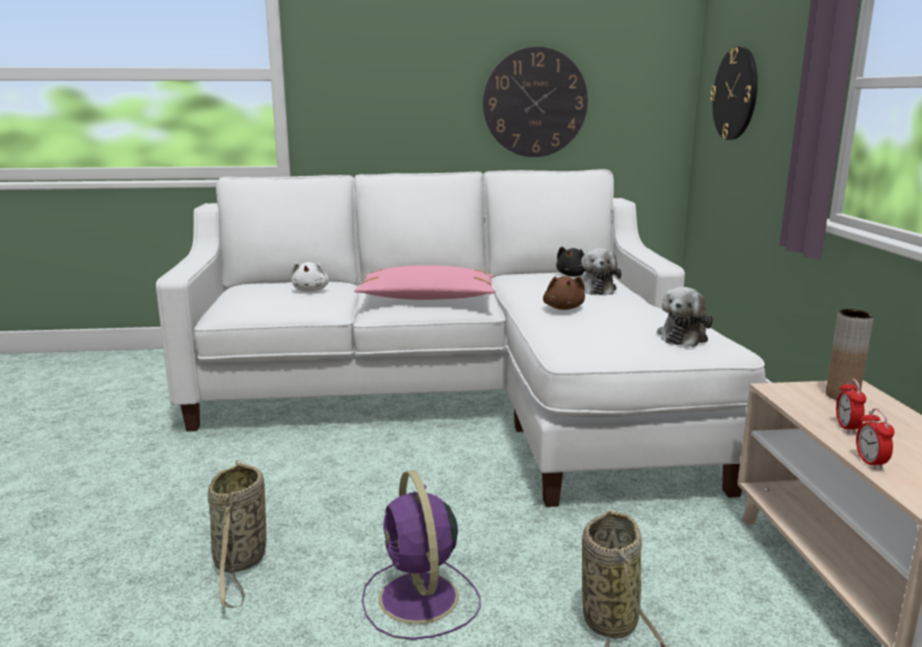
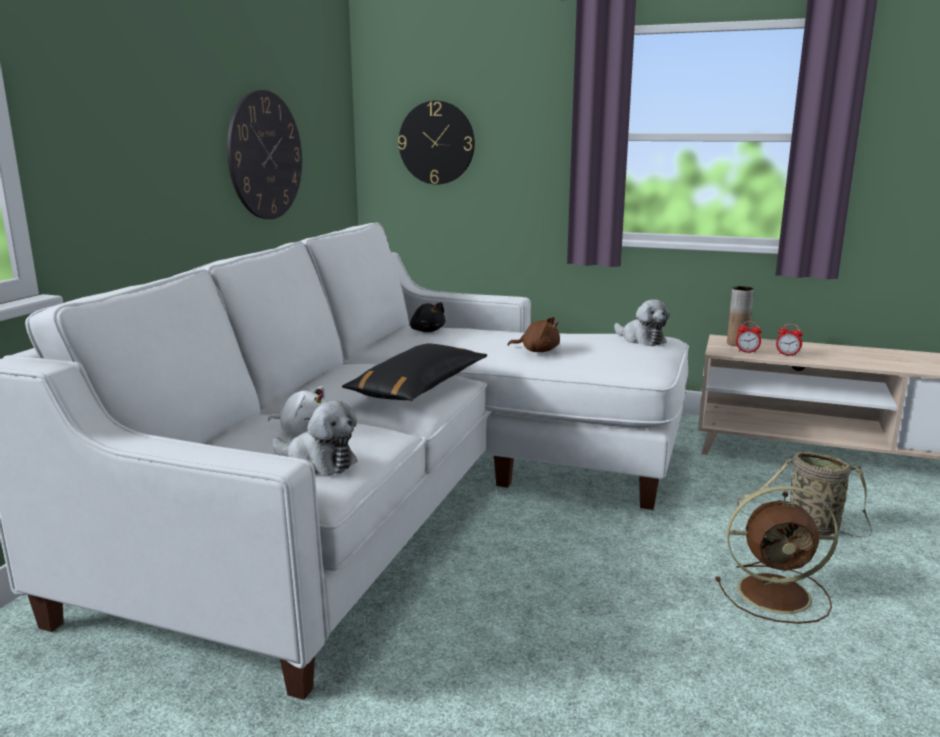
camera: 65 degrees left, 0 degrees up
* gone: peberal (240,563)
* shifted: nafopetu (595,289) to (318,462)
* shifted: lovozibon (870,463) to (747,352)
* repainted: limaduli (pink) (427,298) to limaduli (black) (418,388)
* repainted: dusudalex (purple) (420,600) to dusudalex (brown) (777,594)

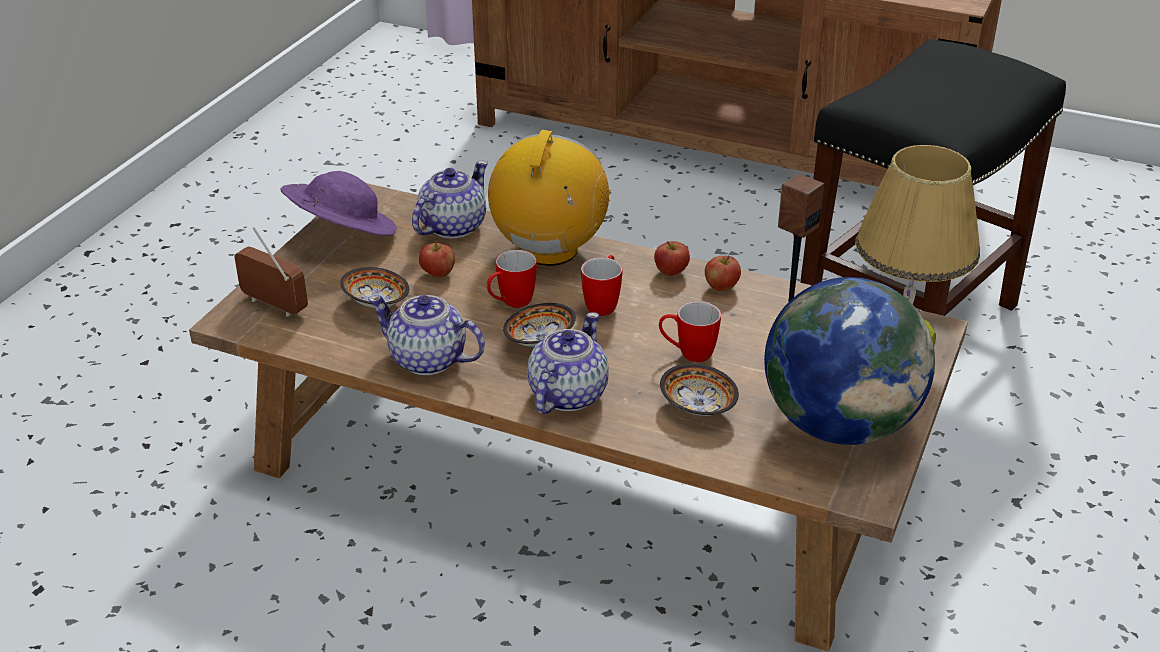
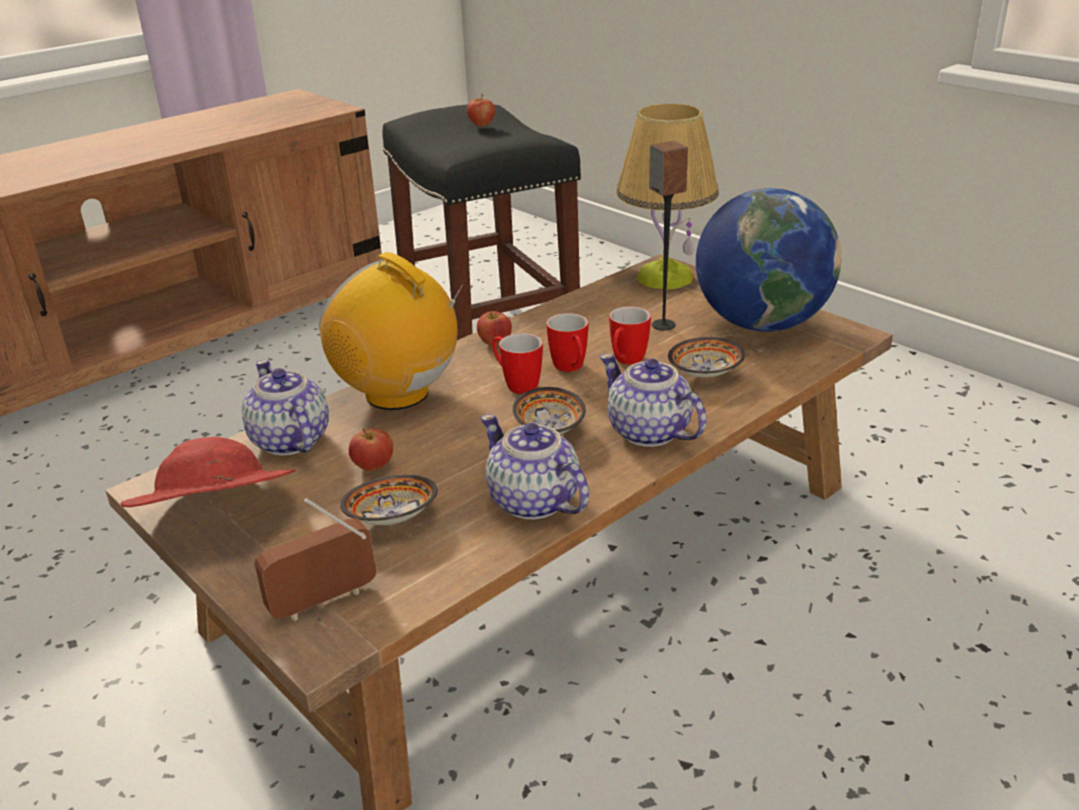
camera: 65 degrees left, 5 degrees down
* shifted: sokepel (510,303) to (571,369)
* shifted: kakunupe (721,287) to (481,125)
* repainted: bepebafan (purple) (341,234) to bepebafan (red) (216,520)
* rotated: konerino (428,360) = (533,502) 90 degrees clockwise

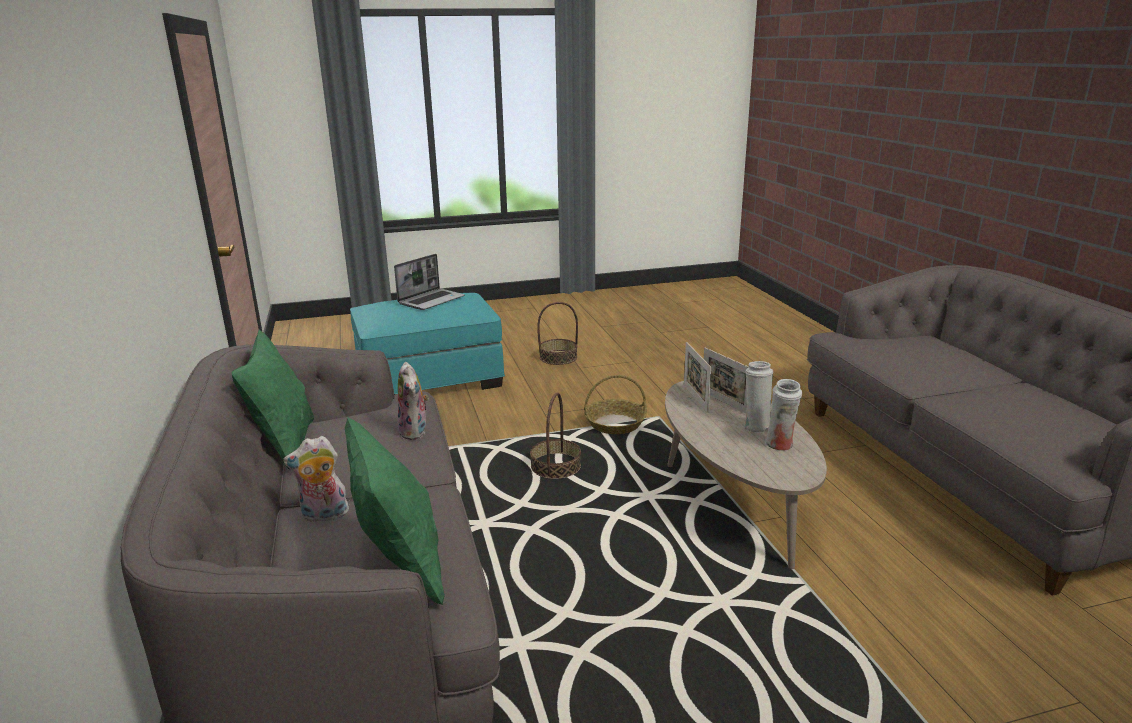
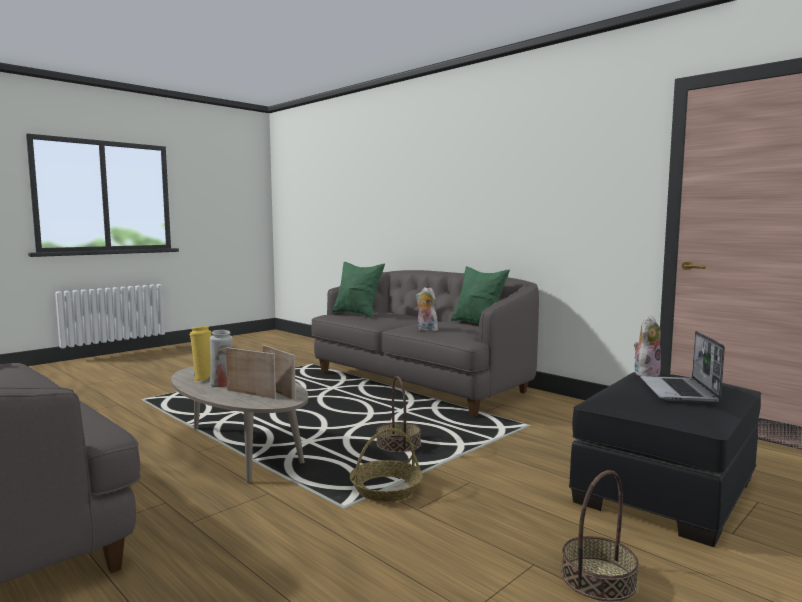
camera: 150 degrees right, 15 degrees down
* shifted: nafopetu (324,516) to (645,373)
* repainted: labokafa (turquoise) (431,378) to labokafa (black) (665,490)
* repainted: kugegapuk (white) (780,446) to kugegapuk (yellow) (203,379)

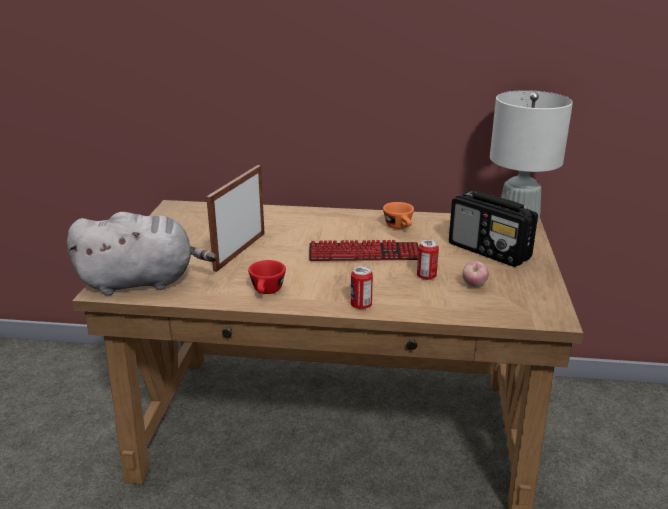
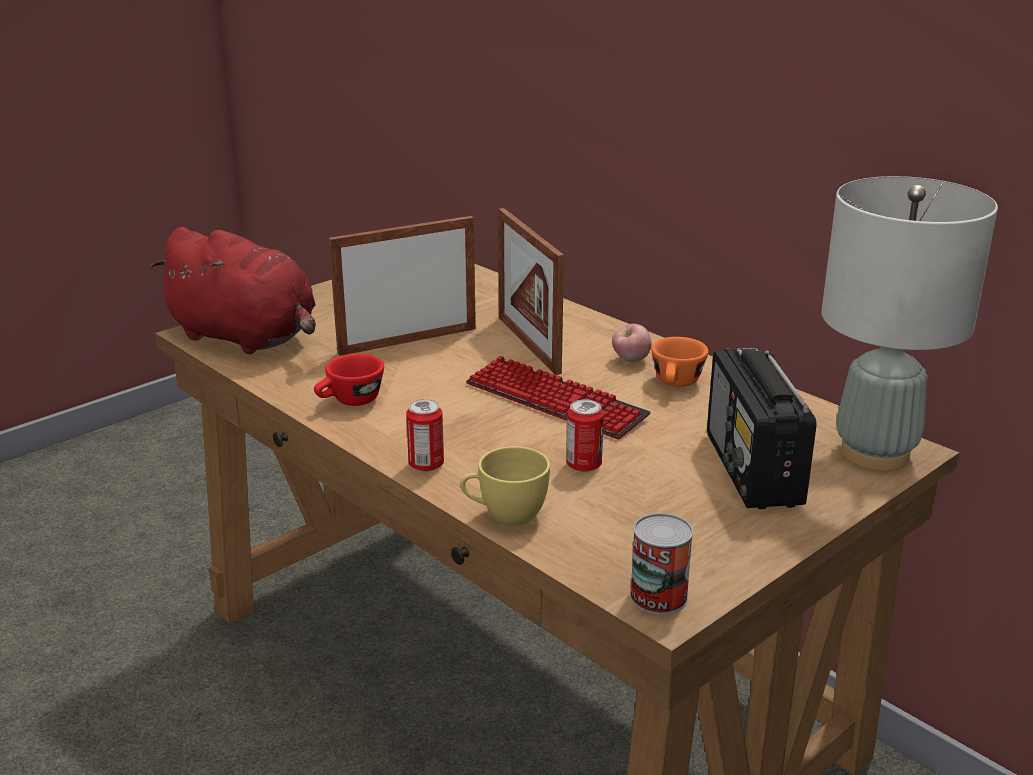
camera: 40 degrees right, 0 degrees up
* new: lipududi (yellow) (505,515)
* new: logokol (528,344)
* new: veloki (658,596)
* shifted: kakunupe (474,285) to (631,360)
* repainted: nafopetu (grey) (142,282) to nafopetu (red) (247,338)

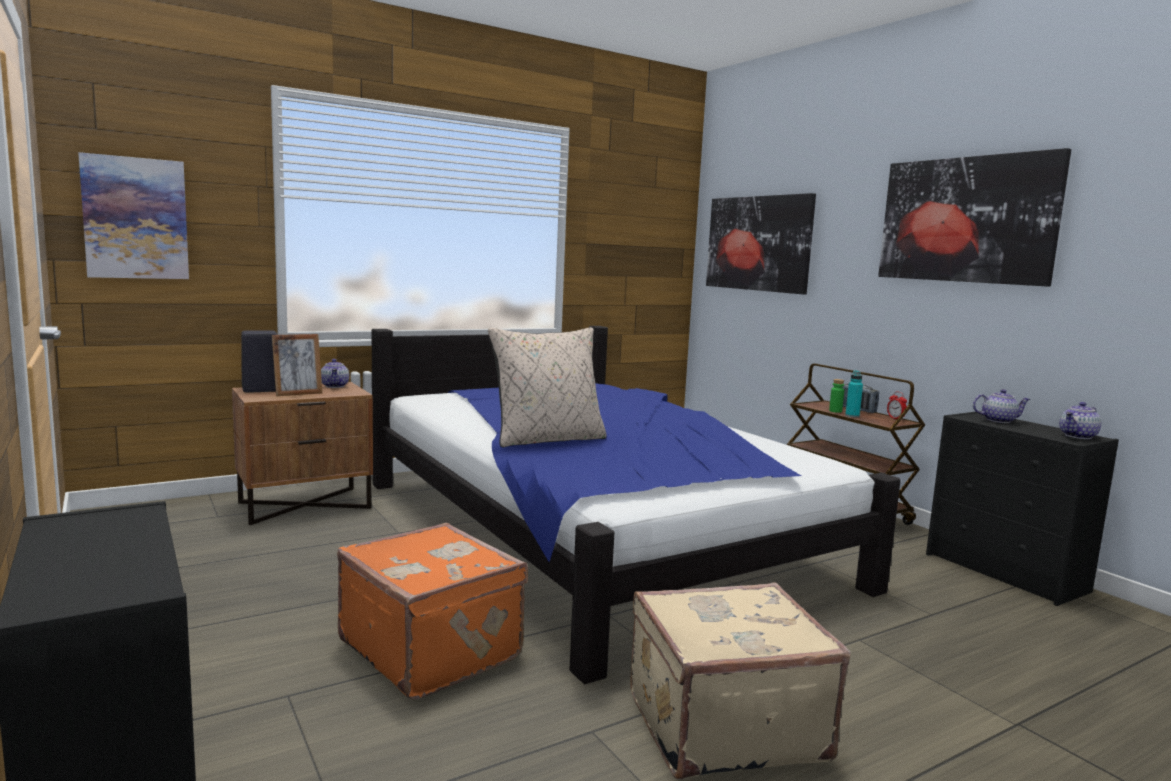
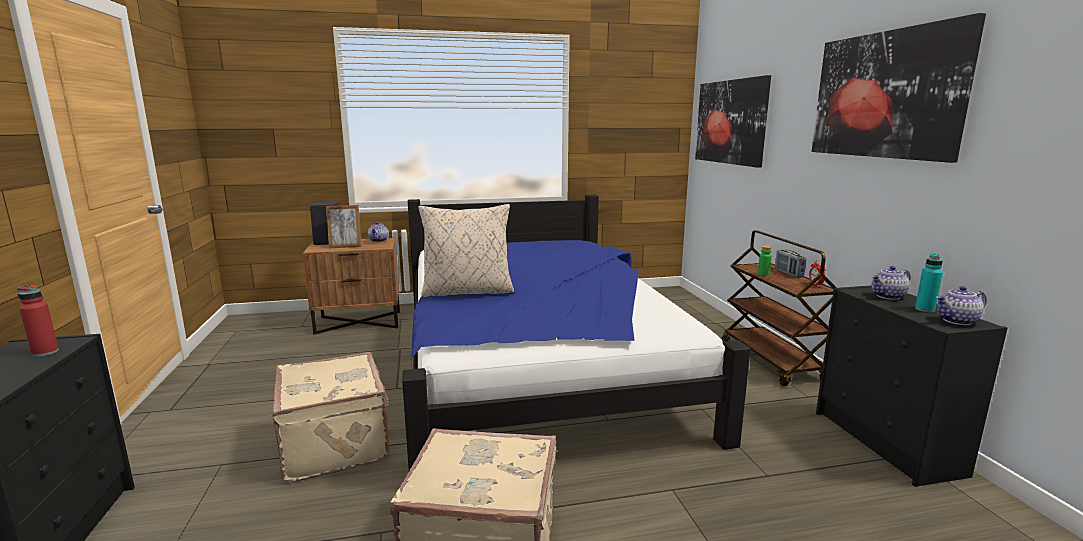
camera: 20 degrees right, 5 degrees up
* gone: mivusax (135,218)
* new: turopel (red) (45,352)
* shifted: turopel (turquoise) (852,416) to (925,309)
* repainted: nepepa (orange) (432,648) to nepepa (beige) (337,443)
* rotated: konerino (998,420) = (888,296) 135 degrees clockwise

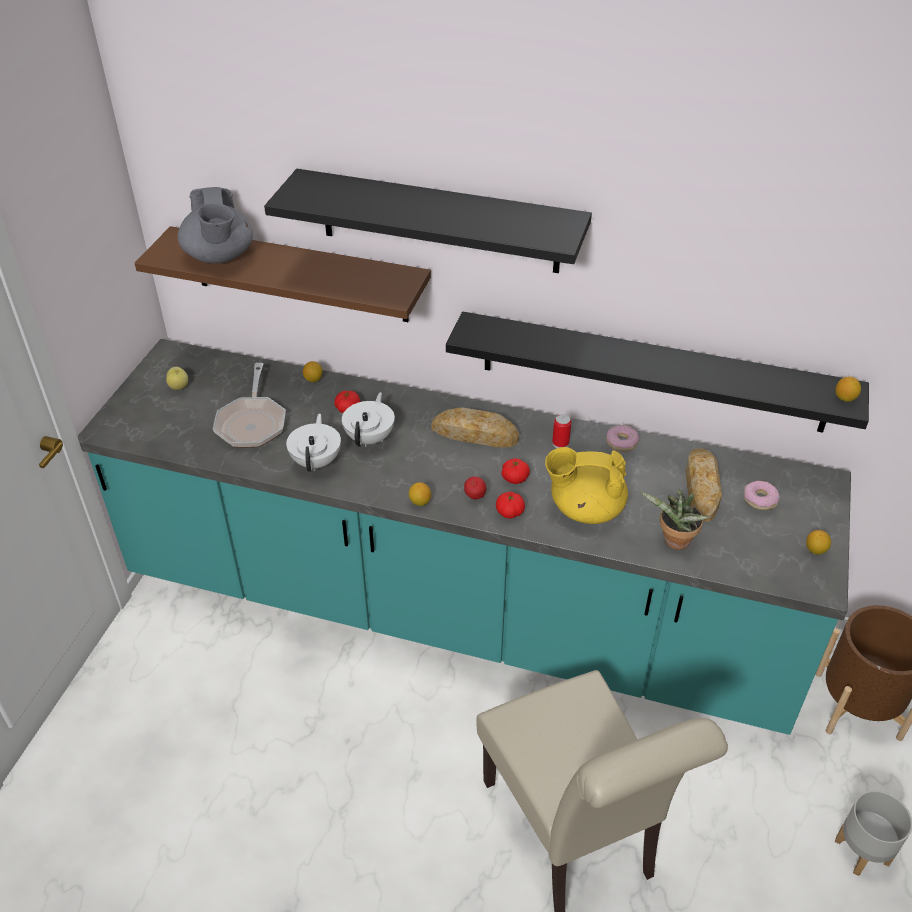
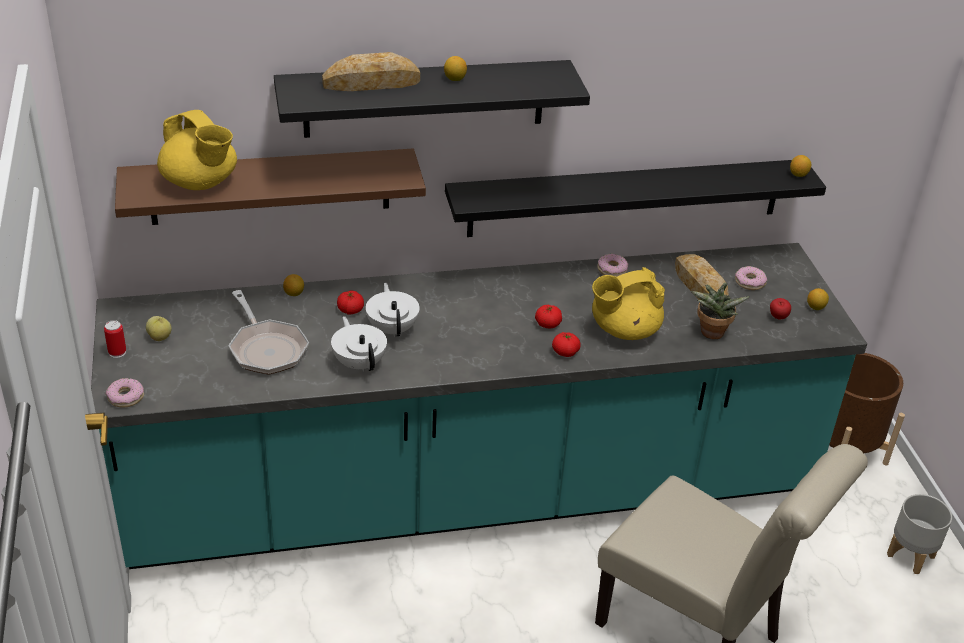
camera: 30 degrees left, 5 degrees down
* new: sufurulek (126,397)
* shifted: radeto (420,502) to (455,79)
* shifted: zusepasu (475,434) to (371,82)
* shifted: kakunupe (474,497) to (778,318)
* shifted: veloki (560,443) to (117,352)
* repainted: konerino (grey) (219,257) to konerino (yellow) (200,183)

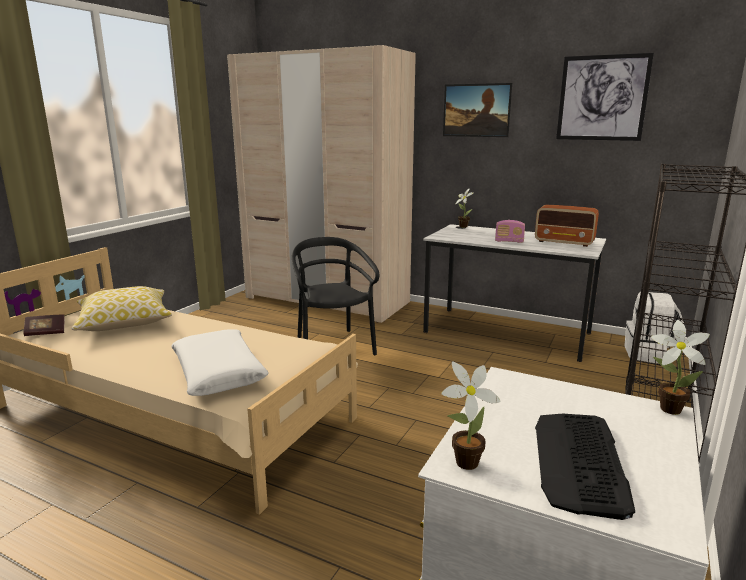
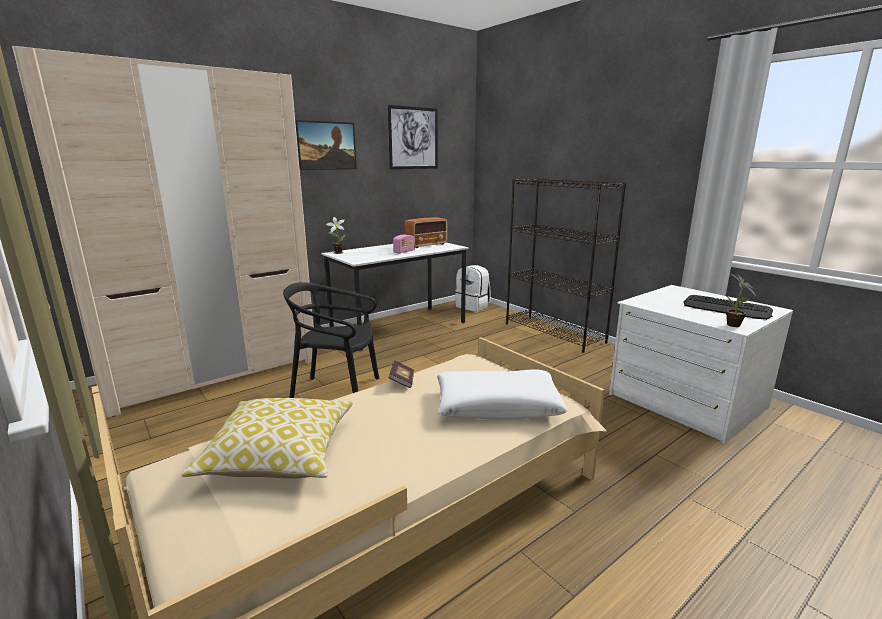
camera: 65 degrees left, 0 degrees up
* gone: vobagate (666,408)
* shifted: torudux (46,332) to (402,381)

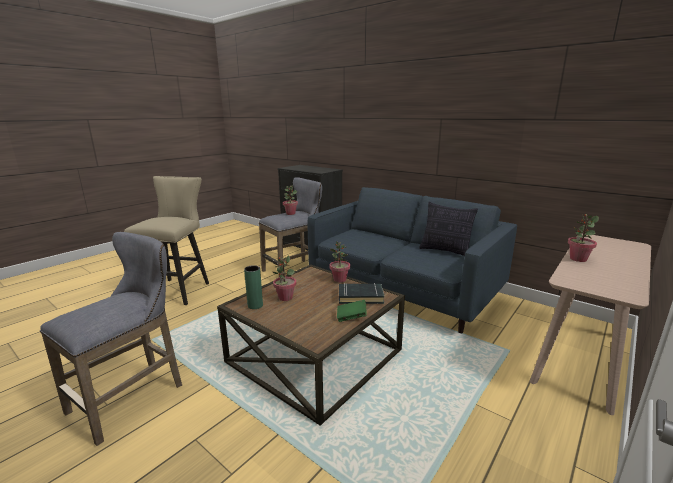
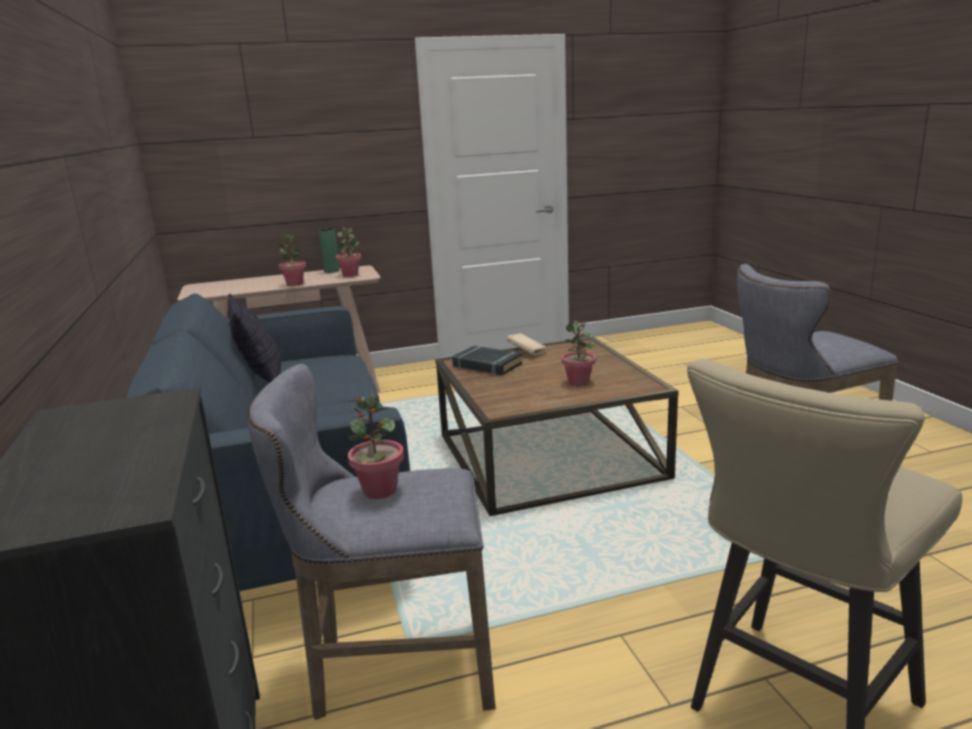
camera: 145 degrees left, 0 degrees up
* shifted: kugegapuk (green) (255,305) to (331,271)
* shifted: vobagate (339,280) to (350,275)
* repainted: torudux (green) (351,317) to torudux (beige) (526,353)

